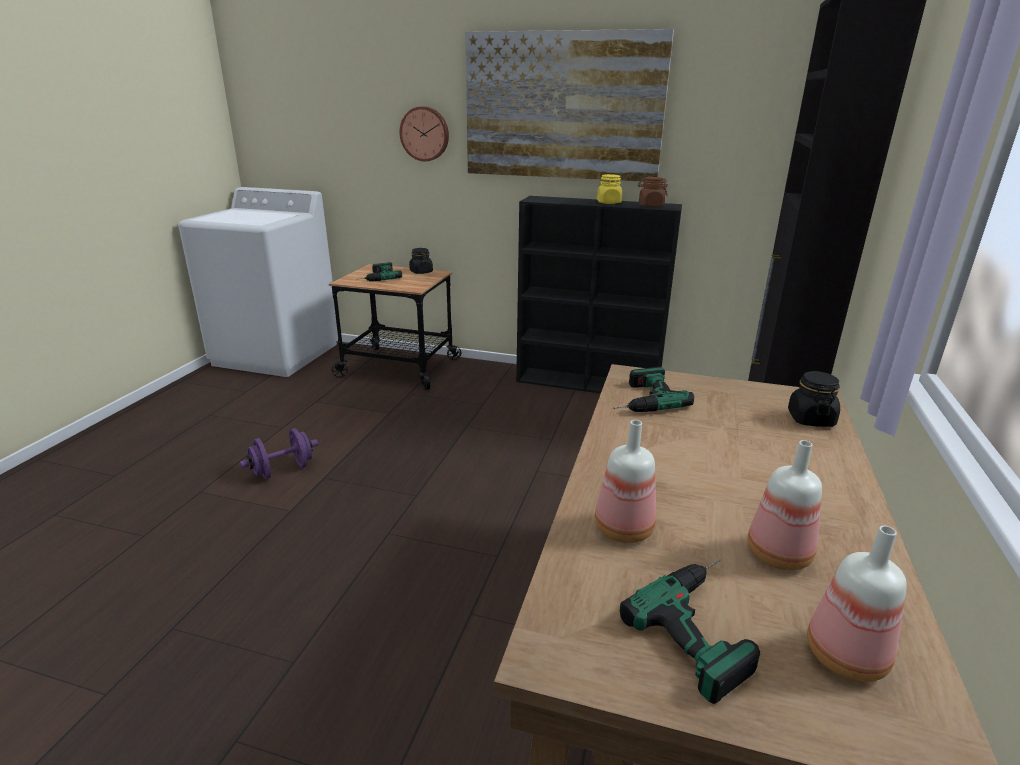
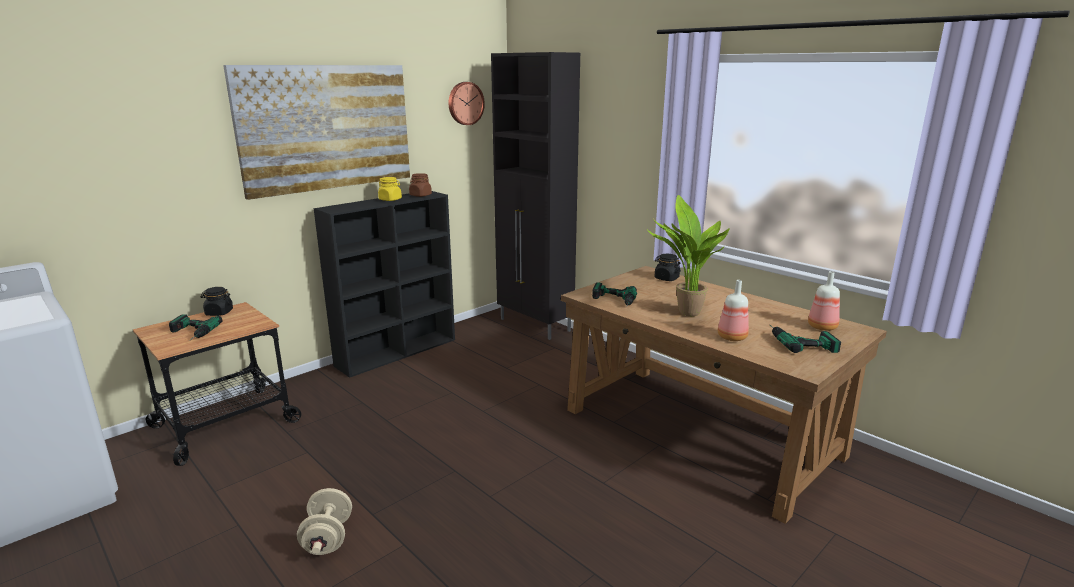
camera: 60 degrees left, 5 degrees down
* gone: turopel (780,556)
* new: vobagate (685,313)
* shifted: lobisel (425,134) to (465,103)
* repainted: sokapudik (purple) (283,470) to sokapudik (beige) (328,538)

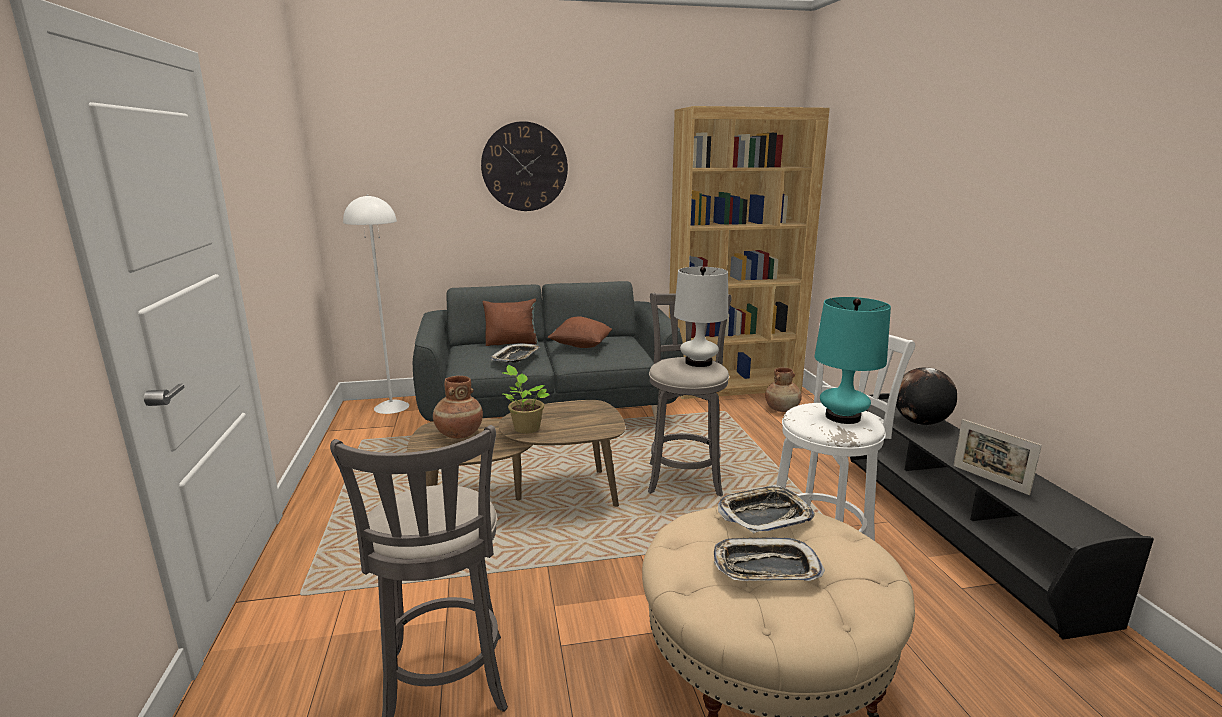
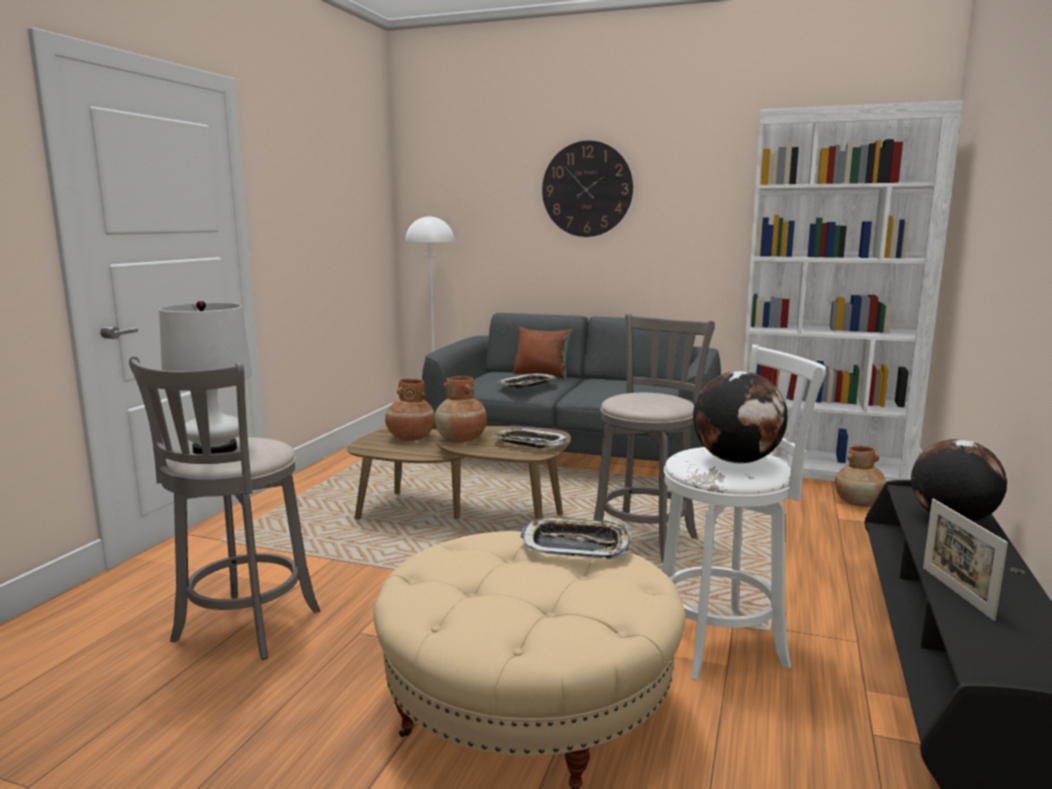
camera: 30 degrees right, 5 degrees down
* gone: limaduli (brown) (581,346)
* shifted: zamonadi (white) (698,362) to (215,449)
* shifted: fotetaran (765,568) to (529,443)
* swapped: vobagate (525,428) to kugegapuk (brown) (461,439)
* swapped: zamonadi (turquoise) (842,417) to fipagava (737,461)
* repainted: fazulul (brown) (733,385) to fazulul (white) (821,469)

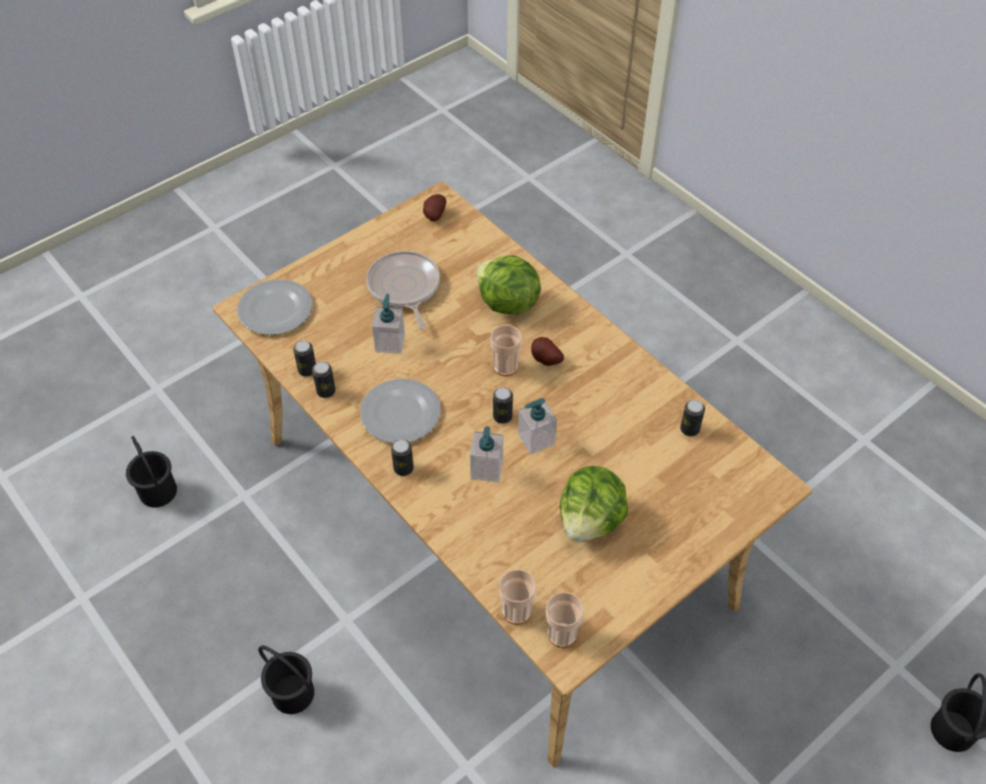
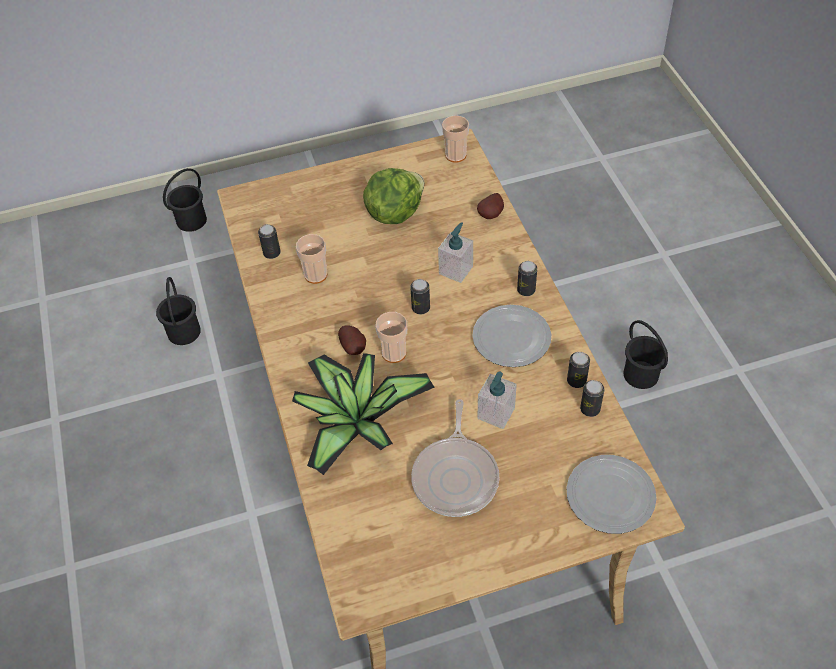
camera: 155 degrees left, 0 degrees up
* gone: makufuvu (536,439)
* shifted: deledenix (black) (158,491) to (183,332)
* shifted: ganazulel (433,215) to (492,215)
* shifted: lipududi (516,611) to (315,275)
* swapped: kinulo (507,303) to vobagate (356,420)

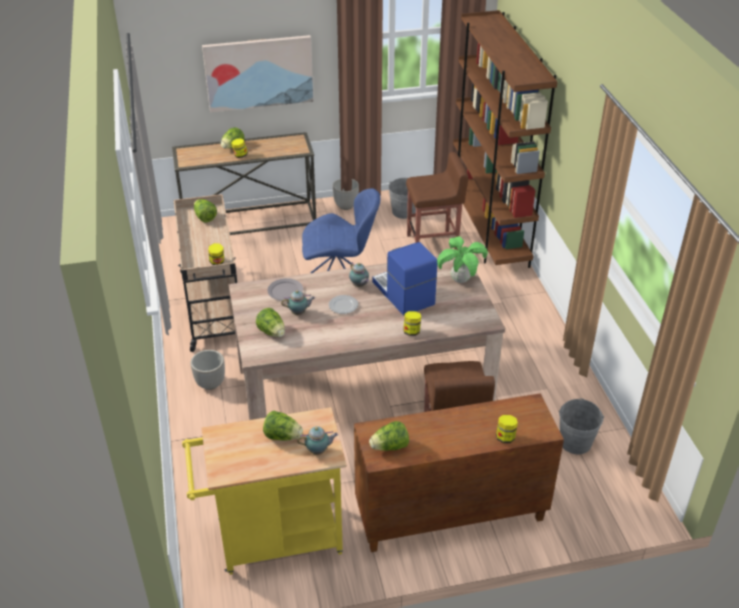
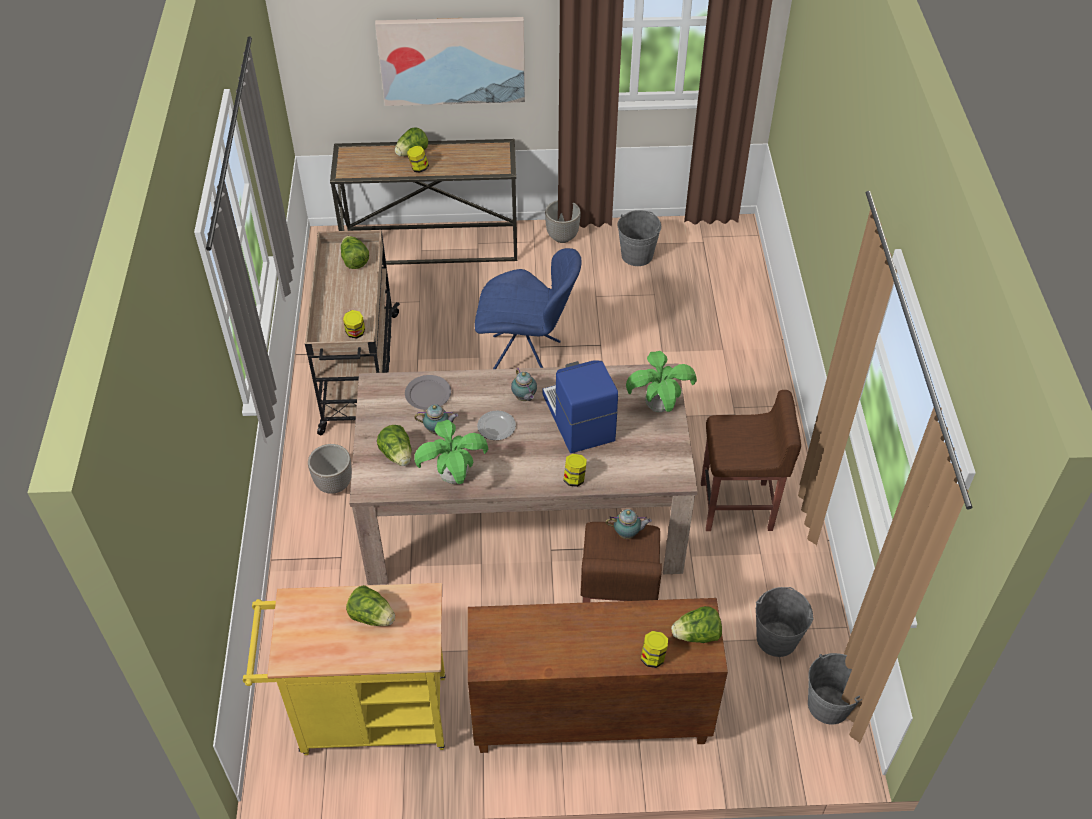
camera: 10 degrees right, 10 degrees up
* gone: fazulul (brown) (488,231)
* new: vobagate (454,477)
* new: deledenix (grey) (828,705)
* shifted: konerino (318,451) to (628,534)
* shifted: kinulo (390,447) to (696,635)
* shifted: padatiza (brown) (433,244) to (737,507)

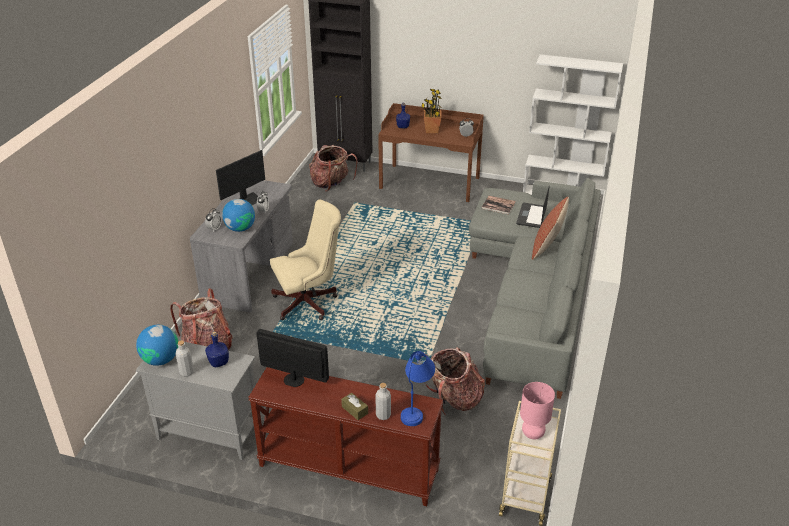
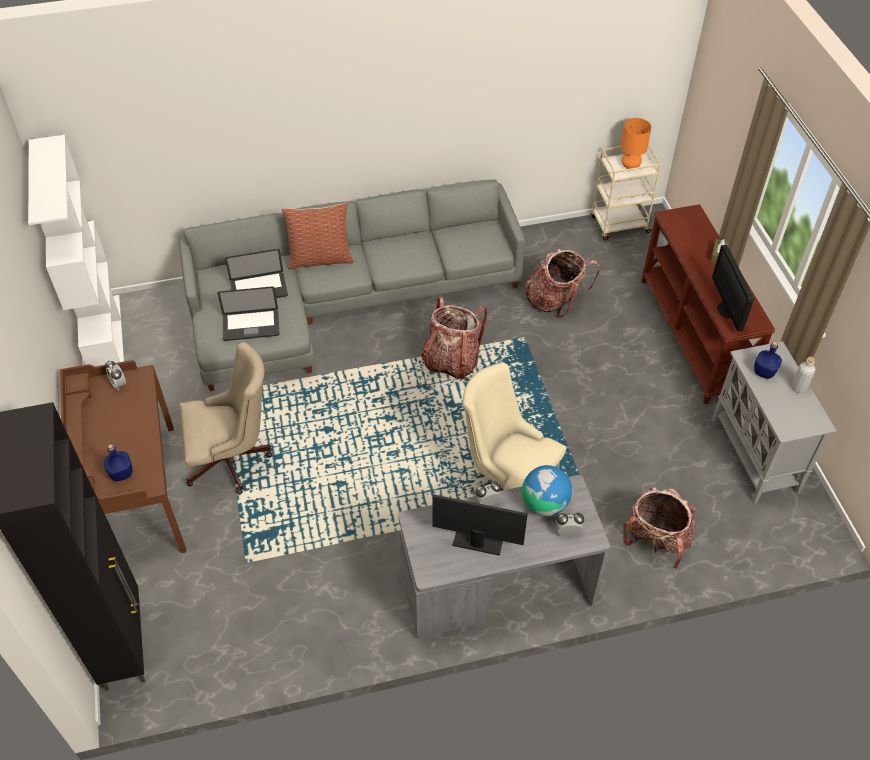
camera: 120 degrees left, 15 degrees up
* gone: fipagava (160,359)
* gone: turopel (grey) (383,415)
* gone: zamonadi (blue) (416,407)
* gone: vobagate (432,130)
* new: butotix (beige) (233,460)
* shifted: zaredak (331,184) to (451,361)
* swapped: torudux (498,205) to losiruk (251,326)
* repainted: zamonadi (pink) (532,433) to zamonadi (orange) (630,166)

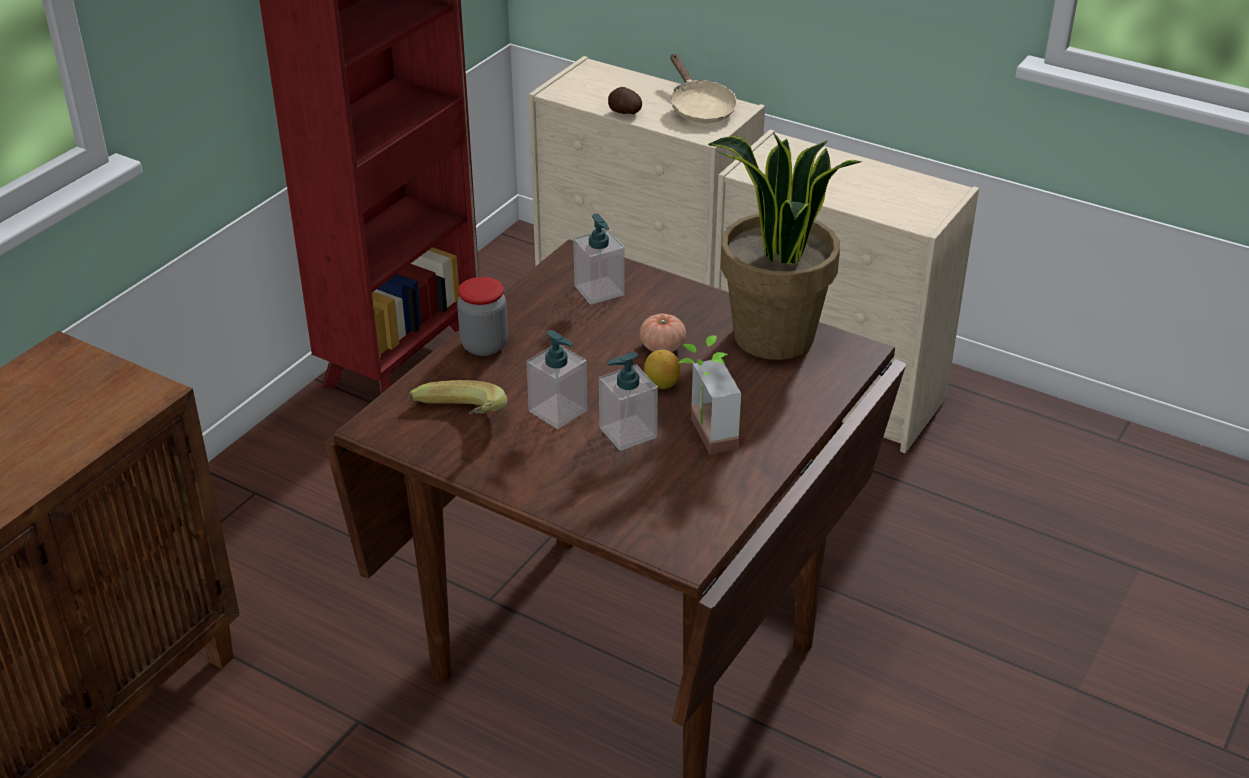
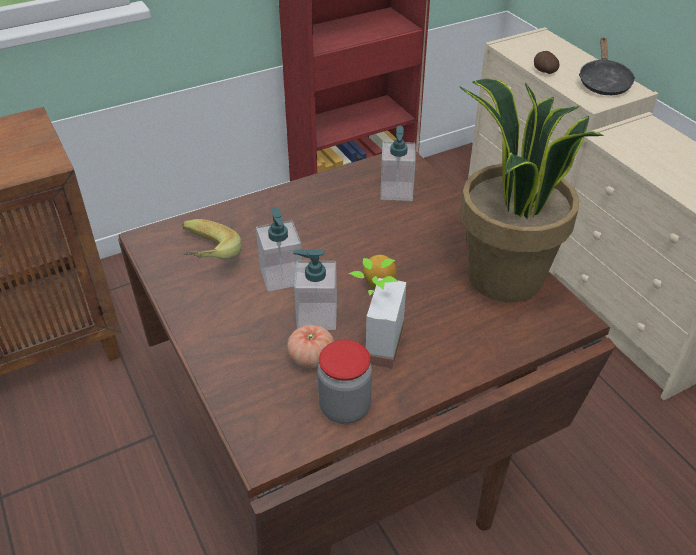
camera: 30 degrees right, 5 degrees up
* shifted: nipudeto (484,345) to (344,407)
* shifted: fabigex (662,347) to (311,357)
* repainted: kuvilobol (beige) (699,108) to kuvilobol (black) (603,82)

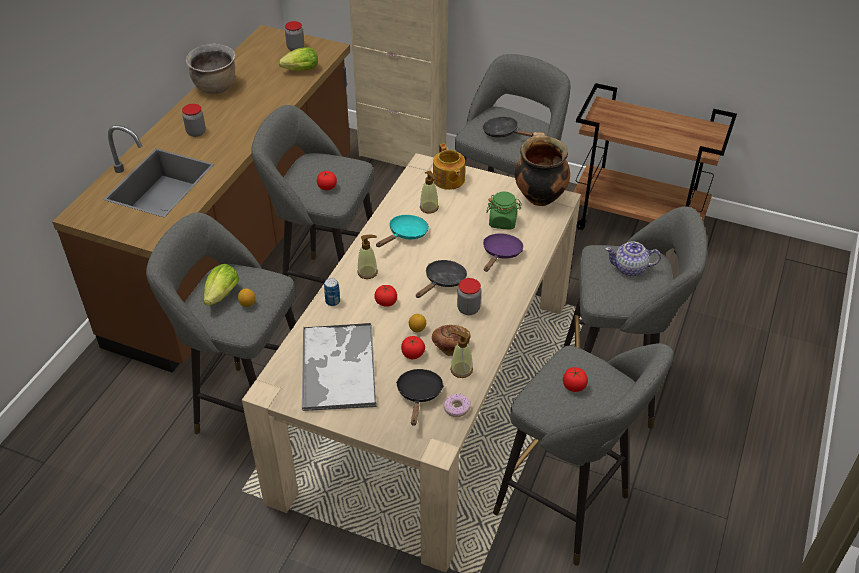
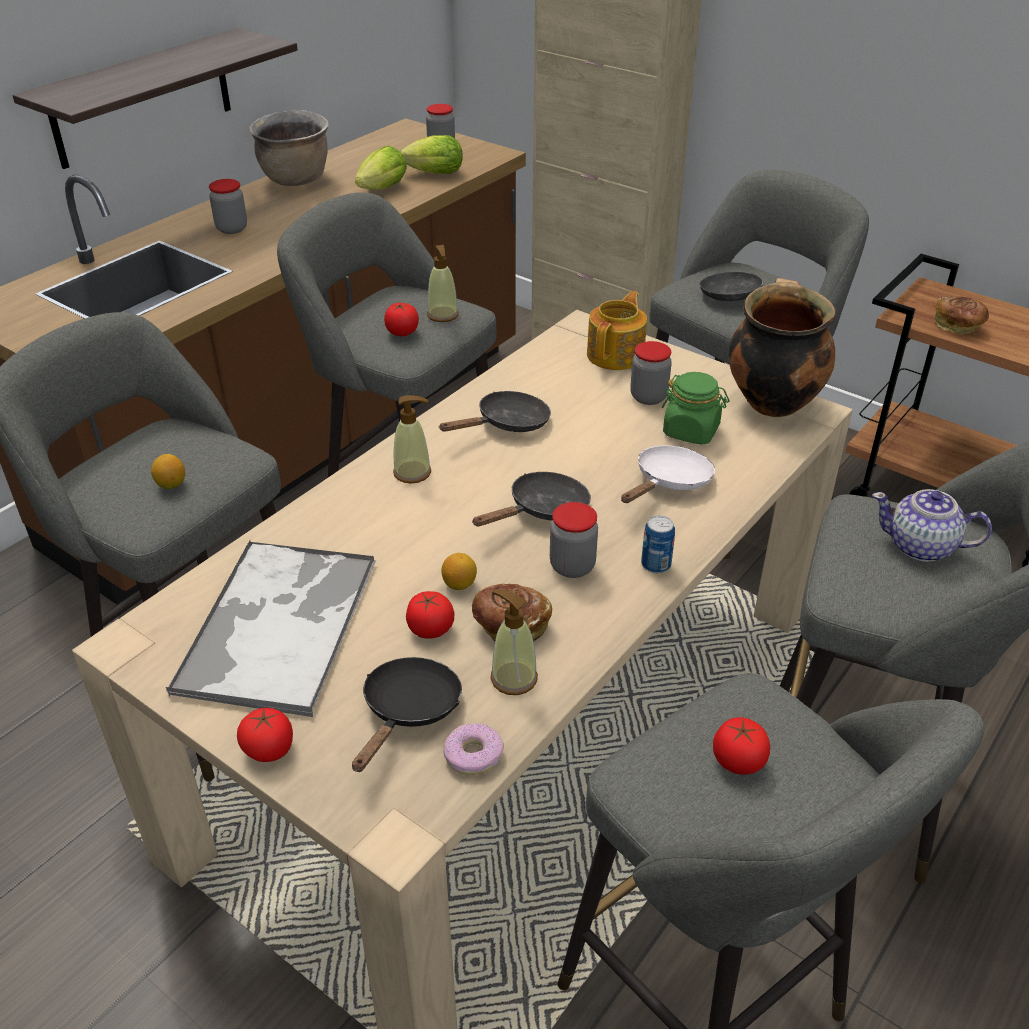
camera: 15 degrees right, 5 degrees down
* new: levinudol (142,98)
* new: nipudeto (648,397)
* new: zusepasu (958,326)
* shifted: kinulo (221,297) to (380,190)
* shifted: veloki (332,301) to (656,565)
* shifted: fabigex (386,302) to (269,749)
* shifted: makufuvu (429,208) to (443,315)
* repainted: kuvilobol (turquoise) (405,234) to kuvilobol (black) (507,424)
* repainted: kuvilobol (purple) (501,254) to kuvilobol (white) (669,482)
* rotated: konerino (448,180) = (616,355) 150 degrees counterclockwise

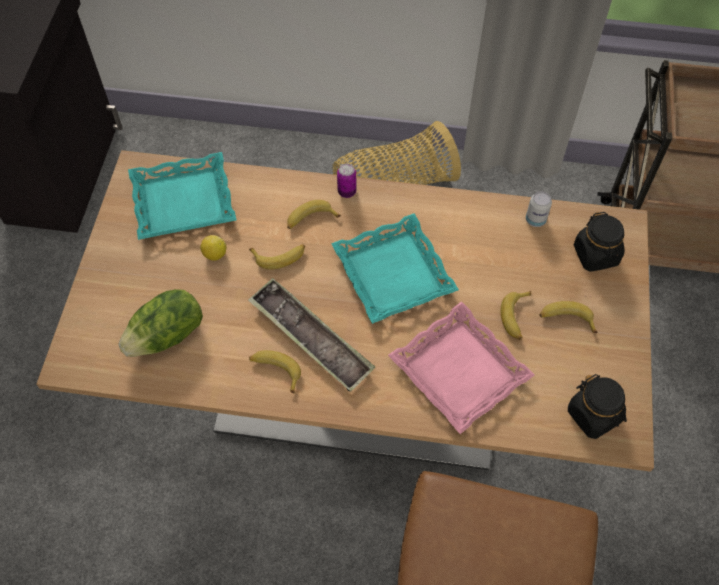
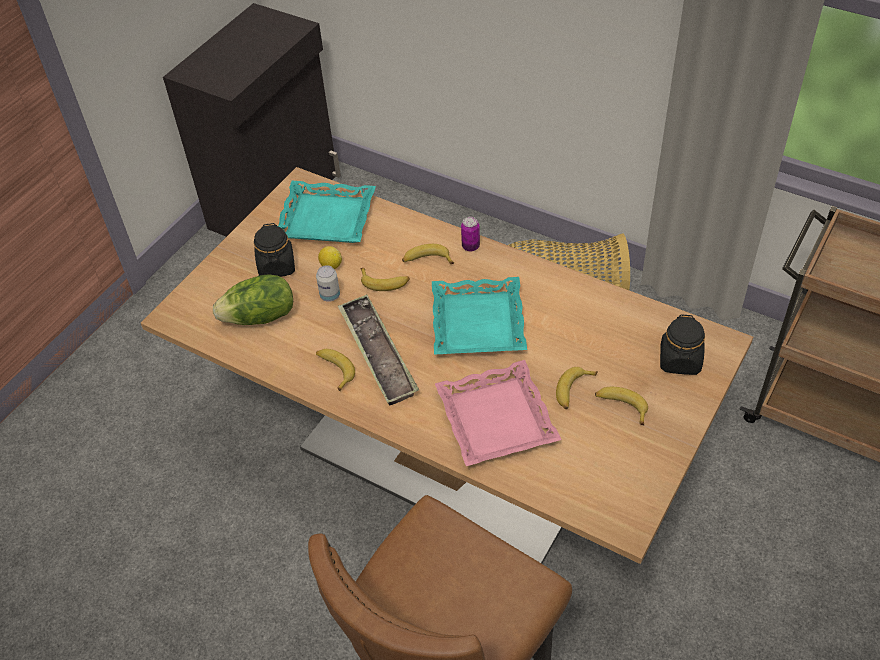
camera: 25 degrees right, 10 degrees down
* shifted: veloki (535,220) to (330,296)
* shifted: nipudeto (black) (594,415) to (276,266)

